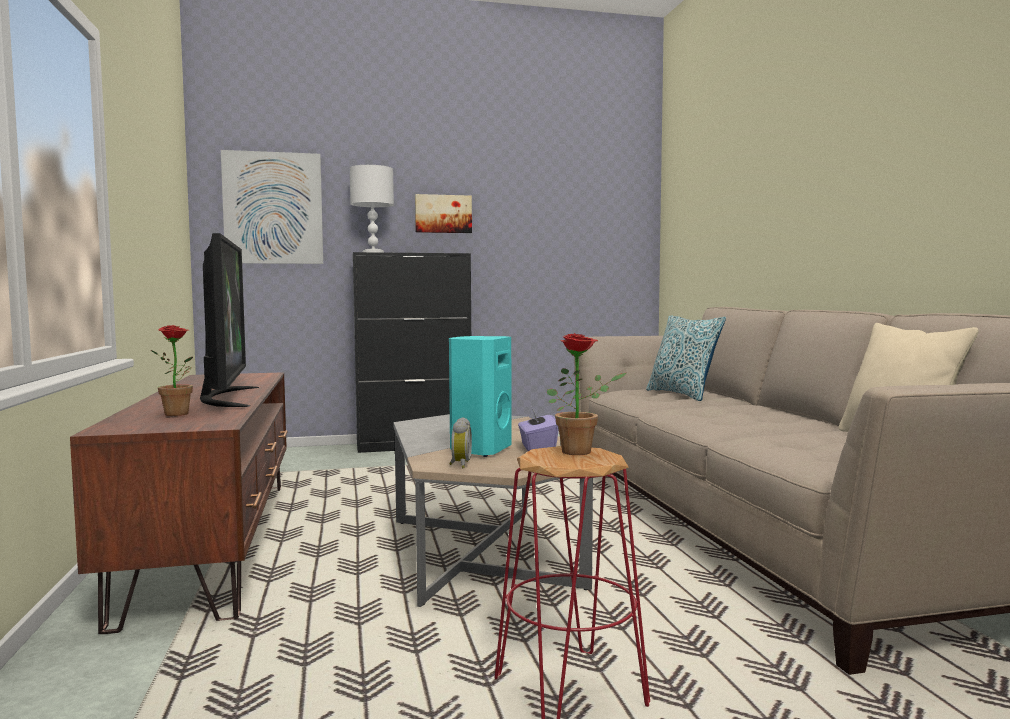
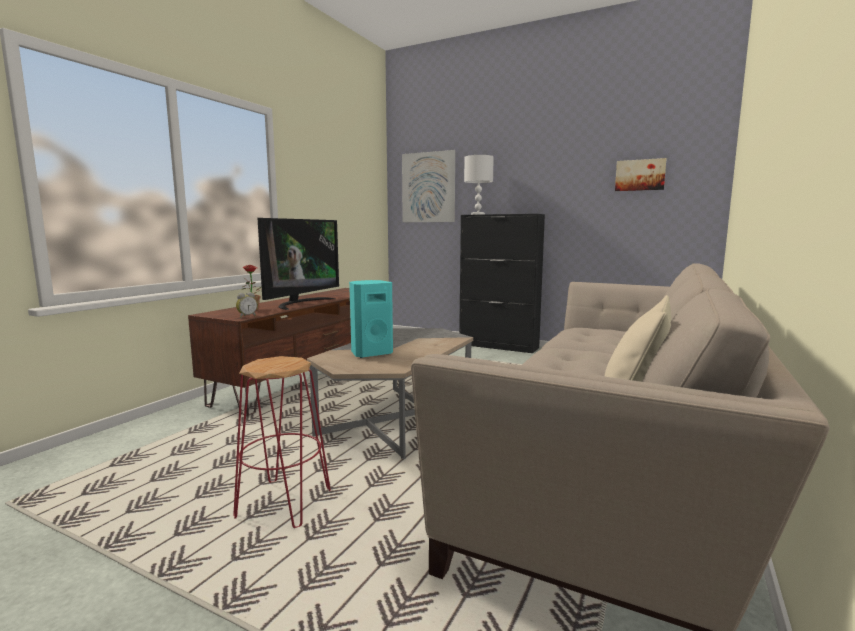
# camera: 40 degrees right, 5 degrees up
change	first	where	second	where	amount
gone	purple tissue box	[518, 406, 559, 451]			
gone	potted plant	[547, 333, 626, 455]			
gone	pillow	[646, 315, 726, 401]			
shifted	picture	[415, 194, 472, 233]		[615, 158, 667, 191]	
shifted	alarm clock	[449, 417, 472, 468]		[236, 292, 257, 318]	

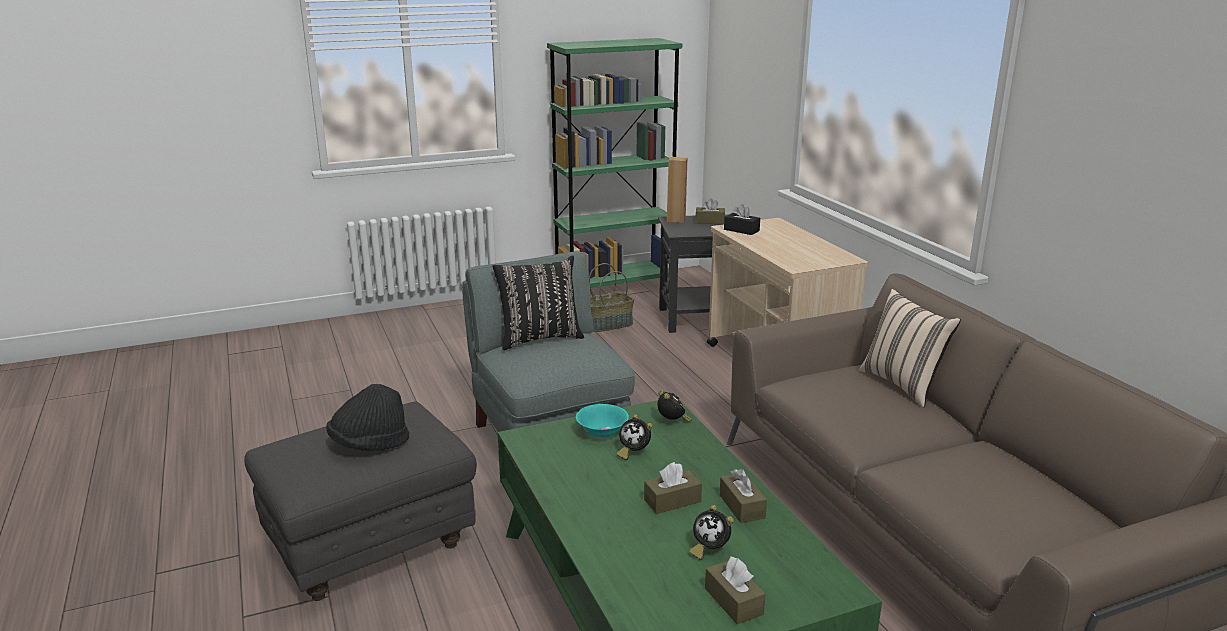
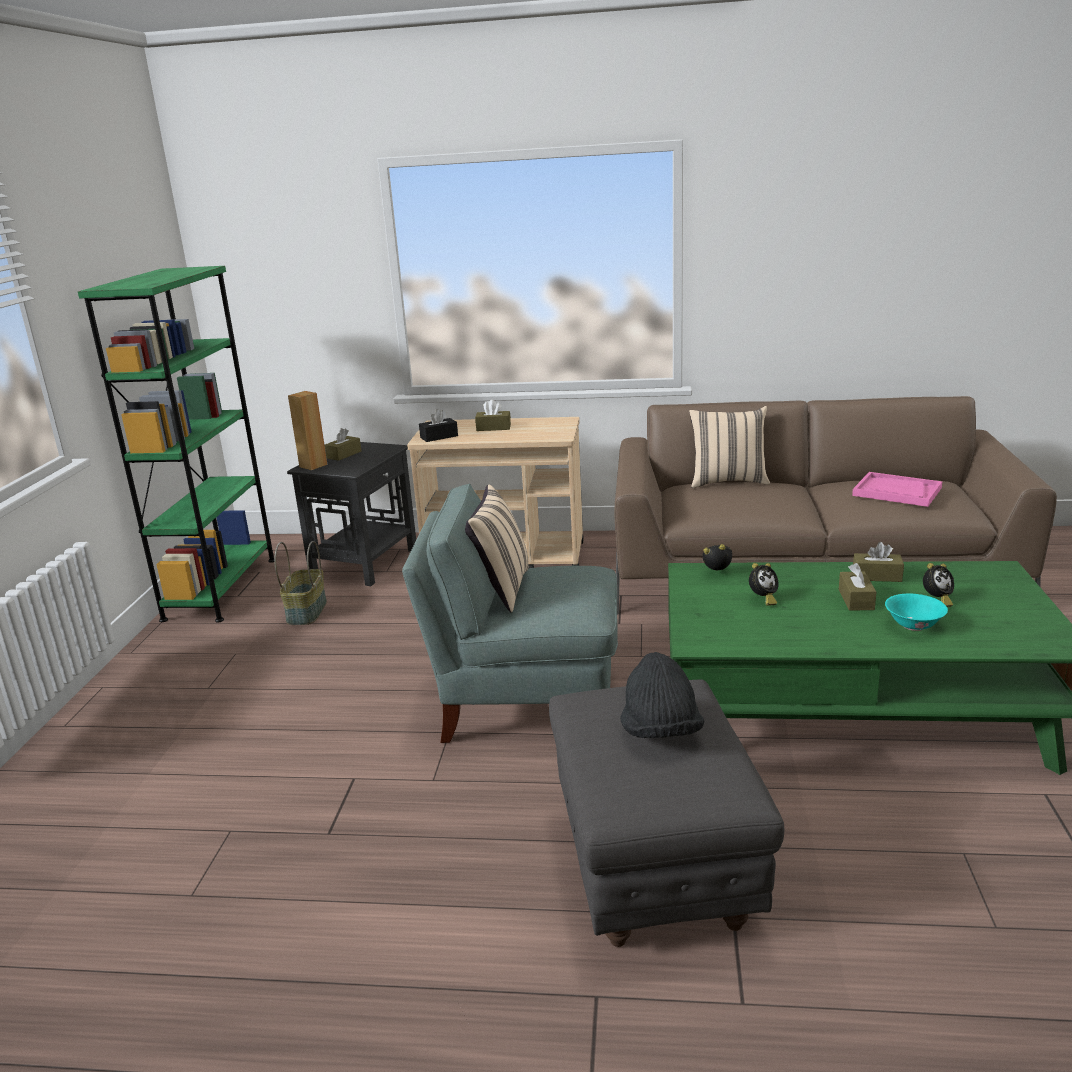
# camera: 60 degrees left, 0 degrees up
change	first	where	second	where	amount
new			pink tray	[852, 472, 942, 507]	
shifted	turquoise bowl	[576, 404, 629, 439]		[885, 594, 948, 631]	
shifted	brown tissue box	[705, 556, 766, 624]		[475, 400, 511, 431]	
repainted	black pillow	[492, 255, 584, 350]	beige pillow	[465, 485, 528, 613]	

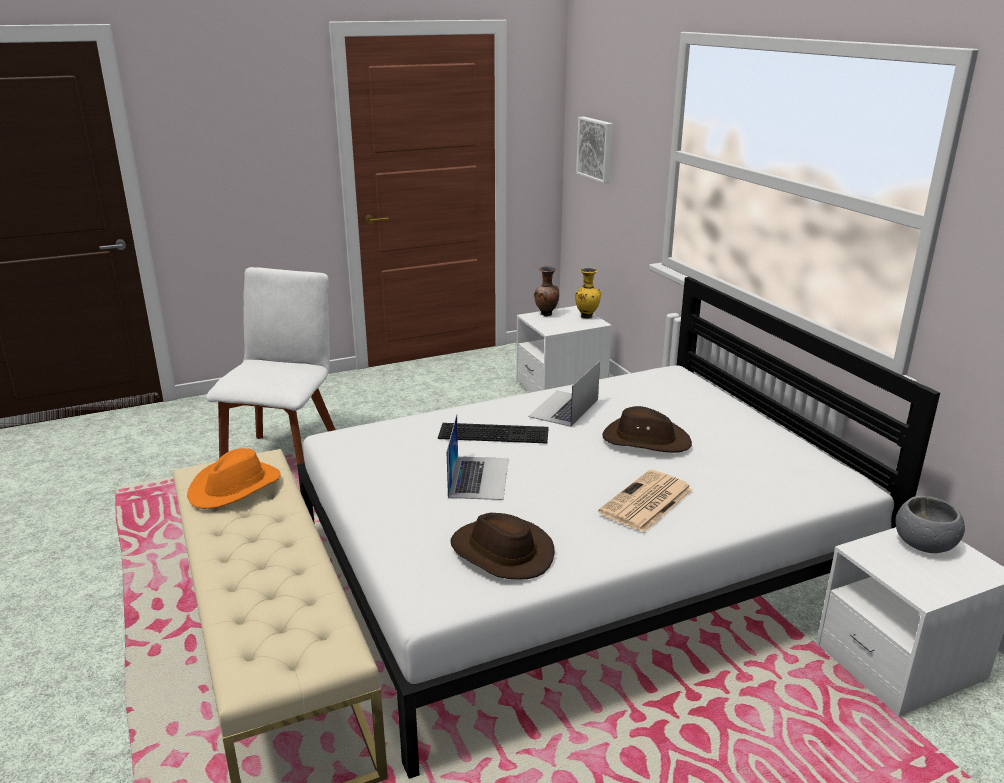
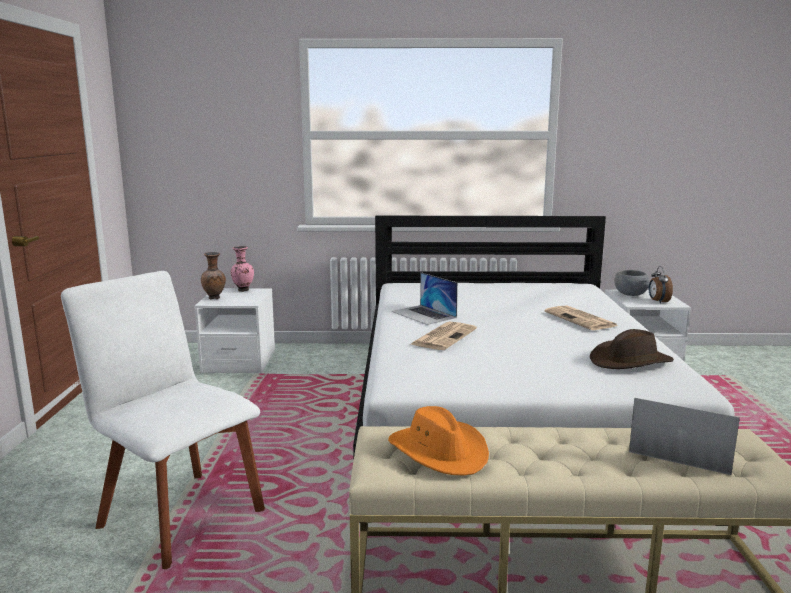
# camera: 65 degrees left, 10 degrees down
change	first	where	second	where	amount
gone	picture	[576, 117, 613, 183]			
gone	brown hat	[602, 406, 692, 452]			
new			alarm clock	[649, 266, 673, 304]	
shifted	laptop	[447, 414, 509, 500]		[629, 398, 740, 475]	
swapped	keyboard	[438, 423, 549, 443]	newspaper	[411, 322, 477, 350]	
repainted	yellow vase	[575, 268, 601, 319]	pink vase	[230, 246, 254, 292]	

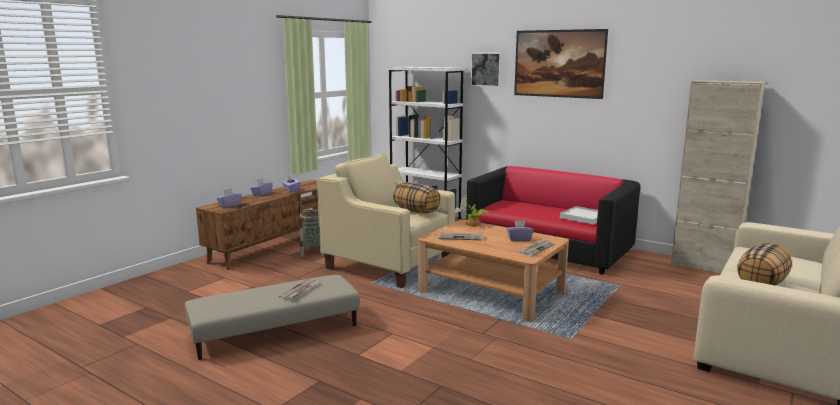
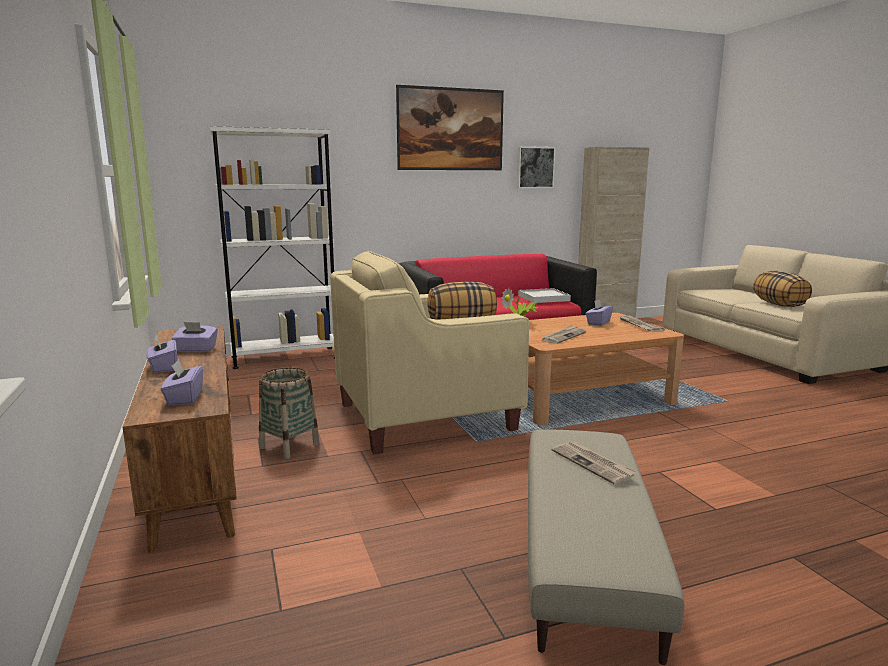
# camera: 55 degrees left, 0 degrees up
change	first	where	second	where	amount
shifted	picture	[470, 53, 502, 87]		[516, 146, 556, 188]	

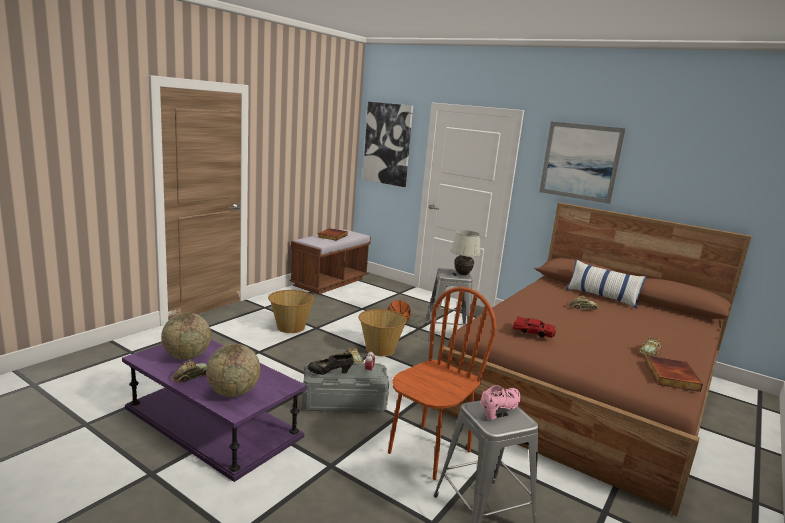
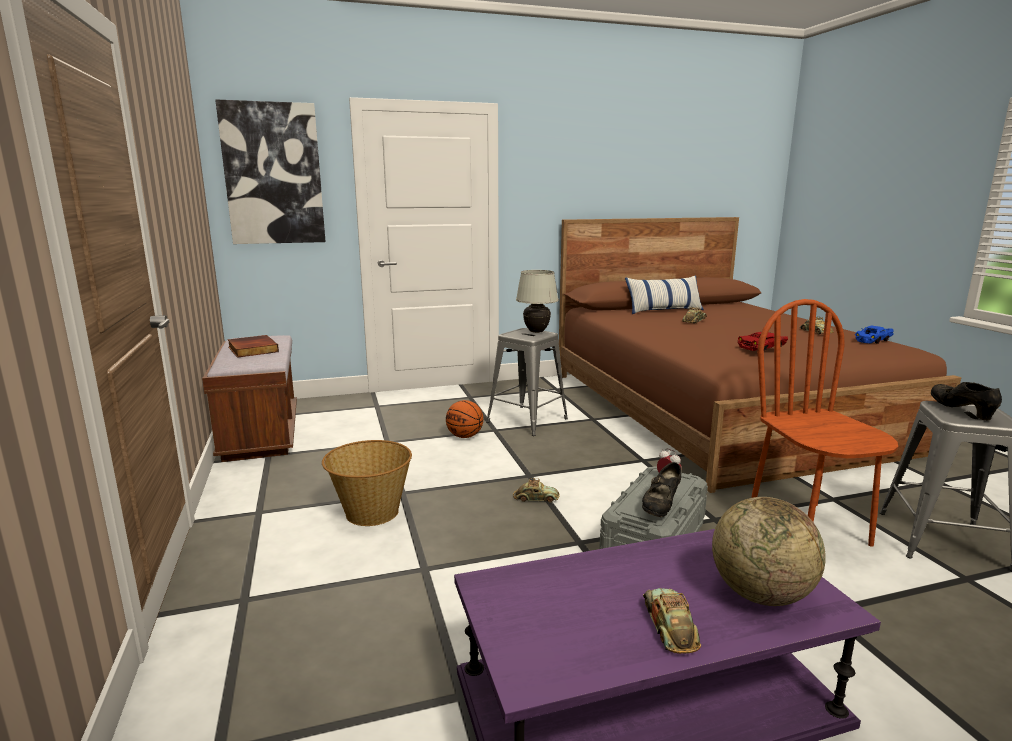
# camera: 50 degrees left, 0 degrees up
change	first	where	second	where	amount
gone	globe	[161, 313, 211, 360]			
gone	basket	[359, 309, 407, 356]			
gone	picture	[539, 121, 626, 204]			
swapped	book	[645, 356, 703, 392]	blue toy car	[855, 325, 894, 344]	
repainted	pink shoe	[481, 386, 521, 420]	black shoe	[931, 382, 1002, 421]	

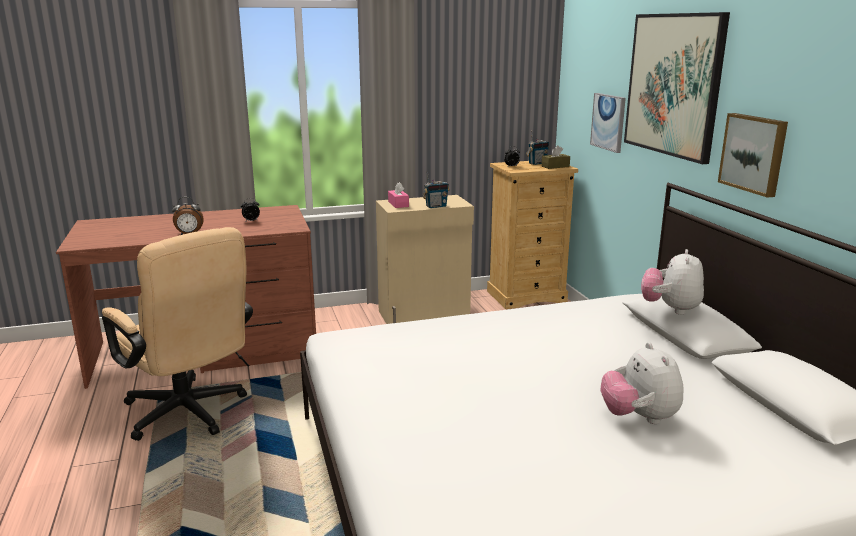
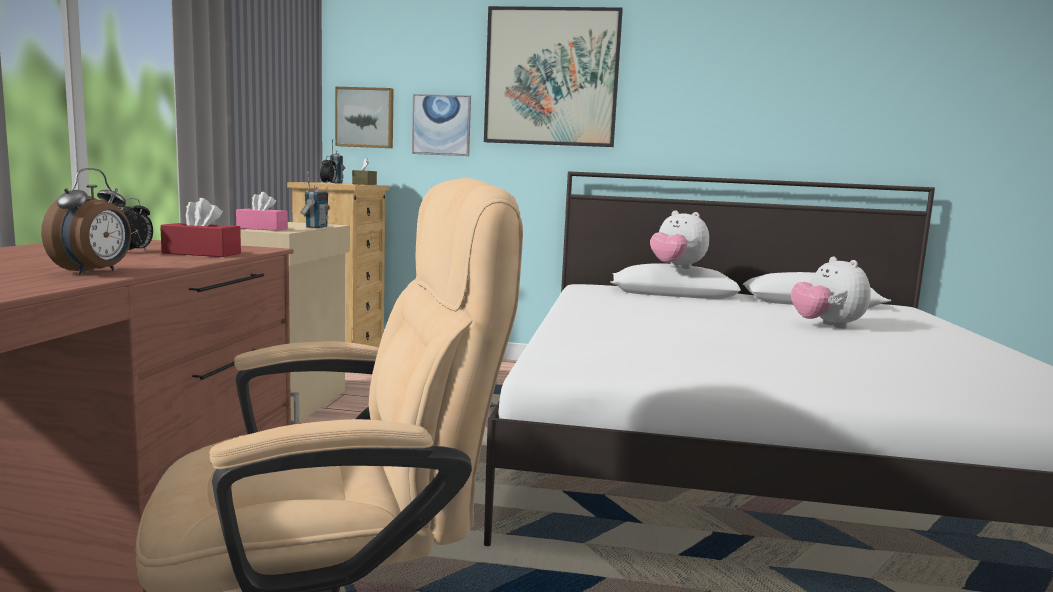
# camera: 65 degrees left, 10 degrees down
change	first	where	second	where	amount
new			red tissue box	[160, 198, 241, 257]	
shifted	picture	[718, 113, 788, 198]		[335, 87, 393, 148]	
rotated	plush toy	[600, 342, 684, 424]		[791, 257, 871, 329]	60 degrees clockwise

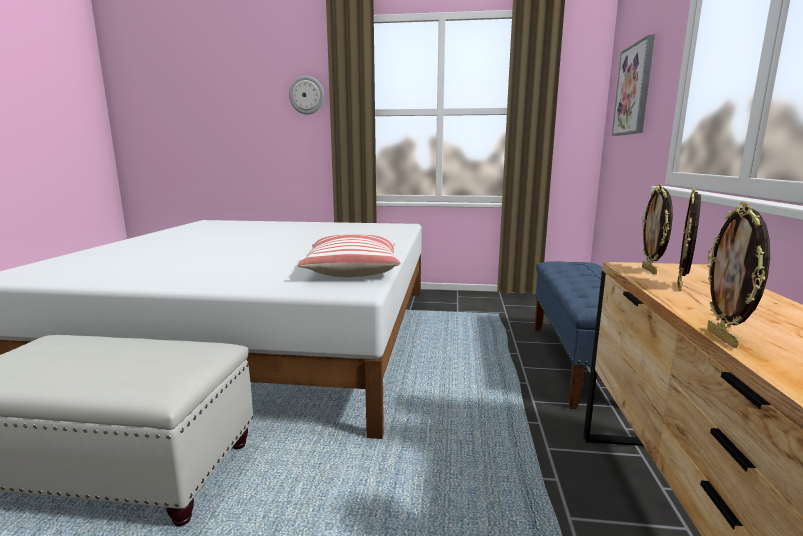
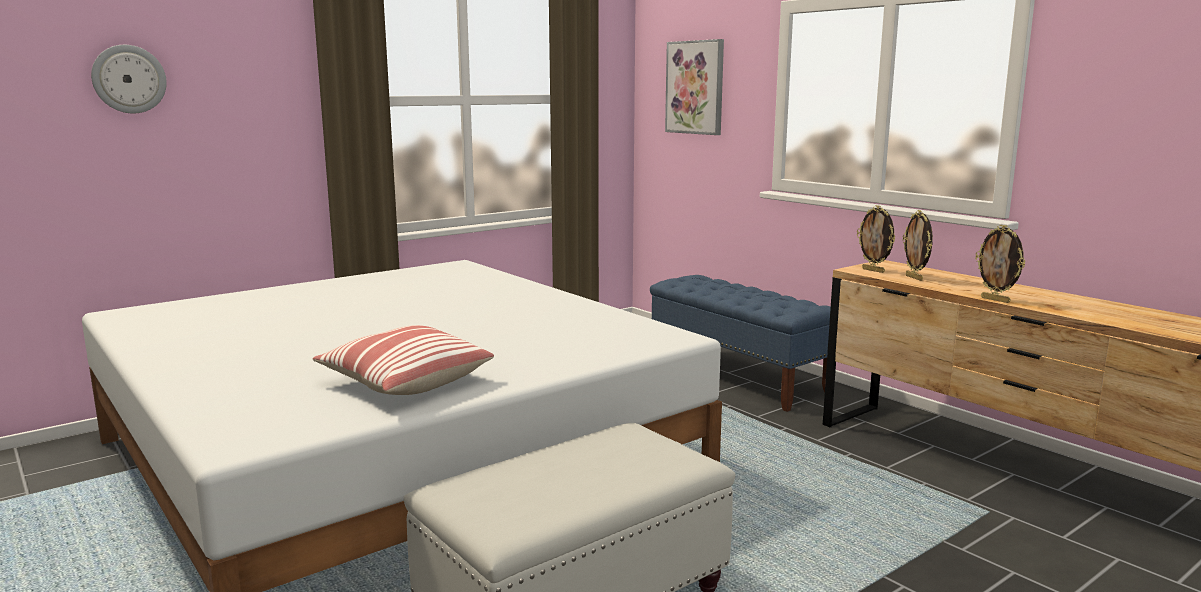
# camera: 45 degrees left, 0 degrees up
change	first	where	second	where	amount
shifted	wall clock	[289, 76, 324, 114]		[91, 45, 167, 113]	
shifted	pillow	[298, 235, 400, 277]		[312, 325, 494, 395]	

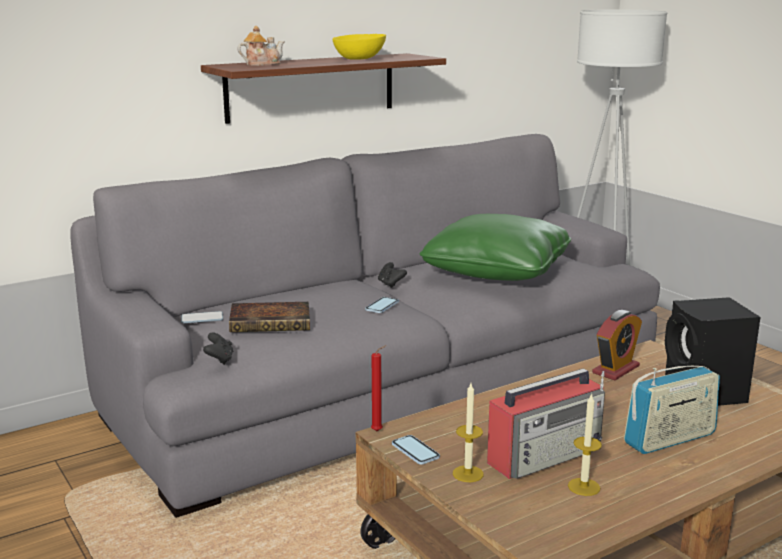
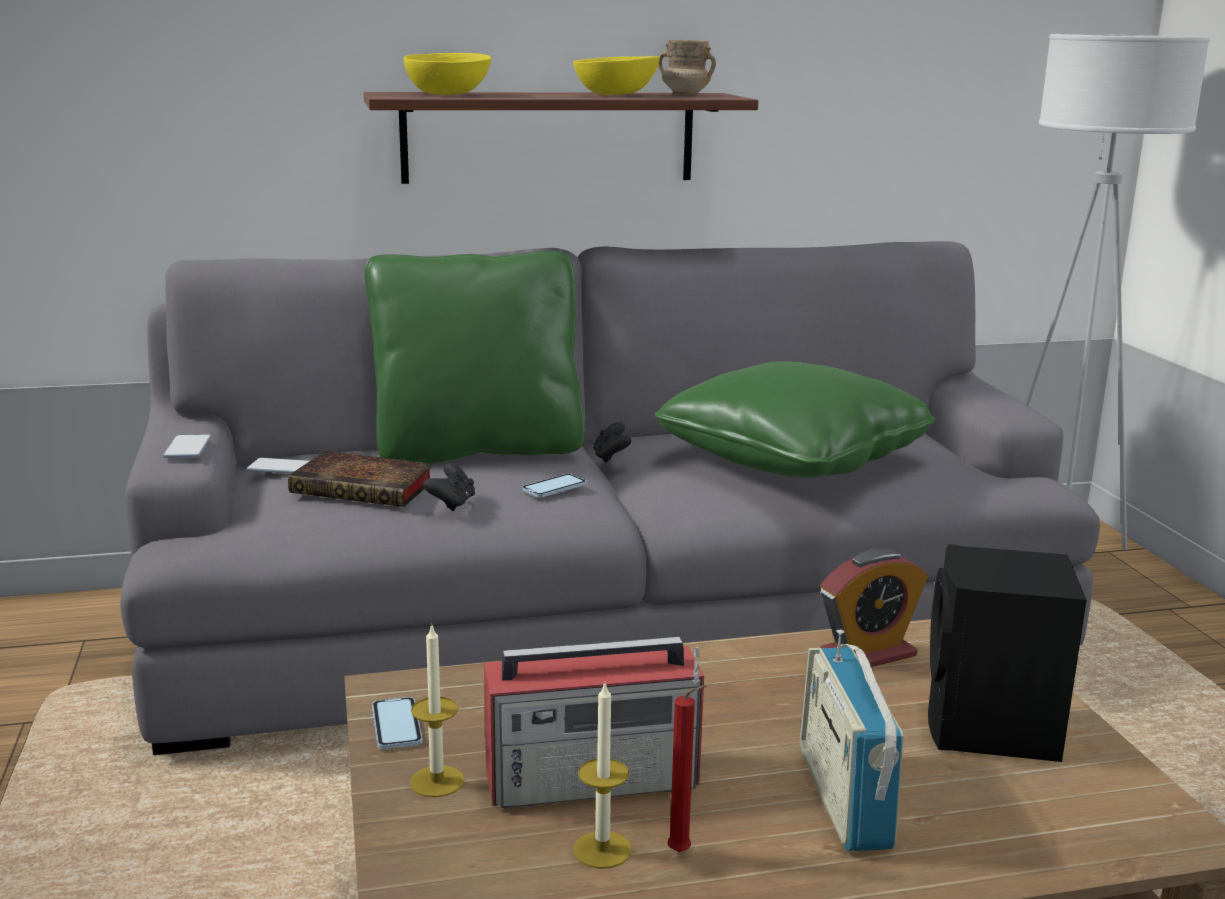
# camera: 20 degrees right, 0 degrees up
change	first	where	second	where	amount
new			phone	[163, 434, 211, 458]	
new			green pillow	[365, 251, 585, 463]	
new			beige mug	[658, 40, 716, 95]	
shifted	black game controller	[203, 332, 233, 365]		[423, 463, 475, 511]	
shifted	red candle	[371, 345, 387, 431]		[668, 685, 706, 852]	
swapped	teapot	[237, 26, 285, 66]	yellow bowl	[404, 53, 491, 95]	
rotated	radio	[624, 366, 720, 454]		[800, 630, 904, 851]	90 degrees clockwise

